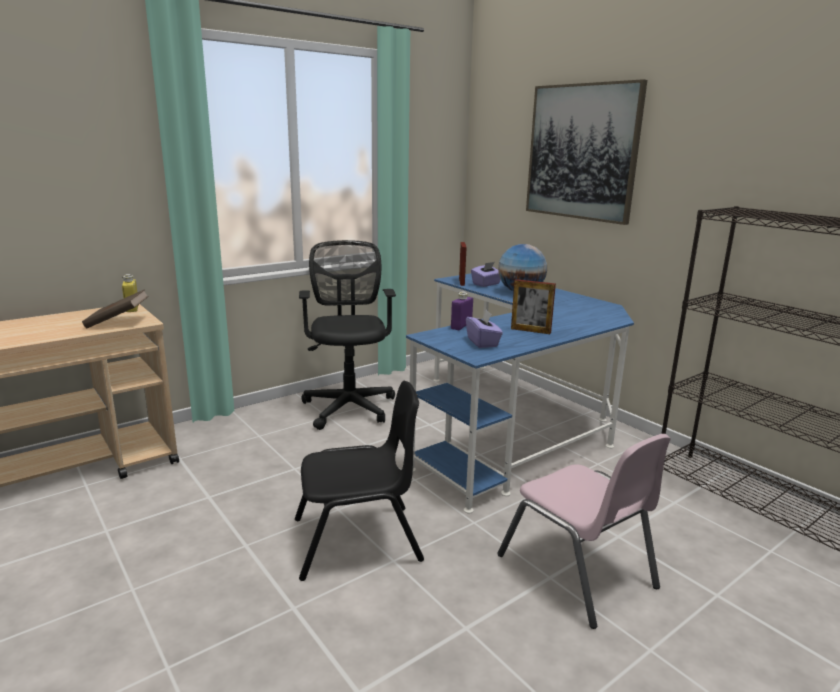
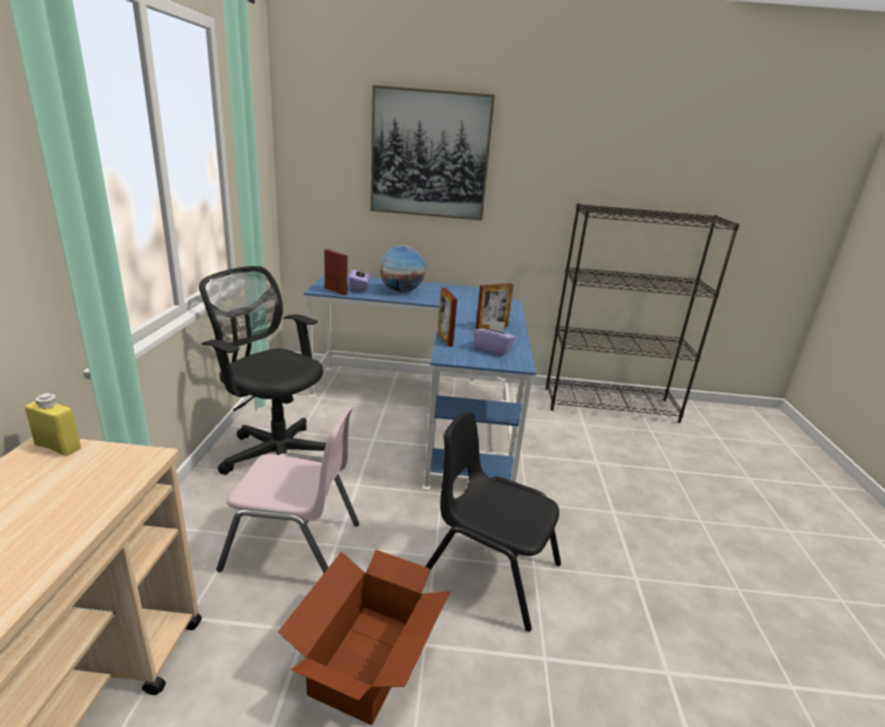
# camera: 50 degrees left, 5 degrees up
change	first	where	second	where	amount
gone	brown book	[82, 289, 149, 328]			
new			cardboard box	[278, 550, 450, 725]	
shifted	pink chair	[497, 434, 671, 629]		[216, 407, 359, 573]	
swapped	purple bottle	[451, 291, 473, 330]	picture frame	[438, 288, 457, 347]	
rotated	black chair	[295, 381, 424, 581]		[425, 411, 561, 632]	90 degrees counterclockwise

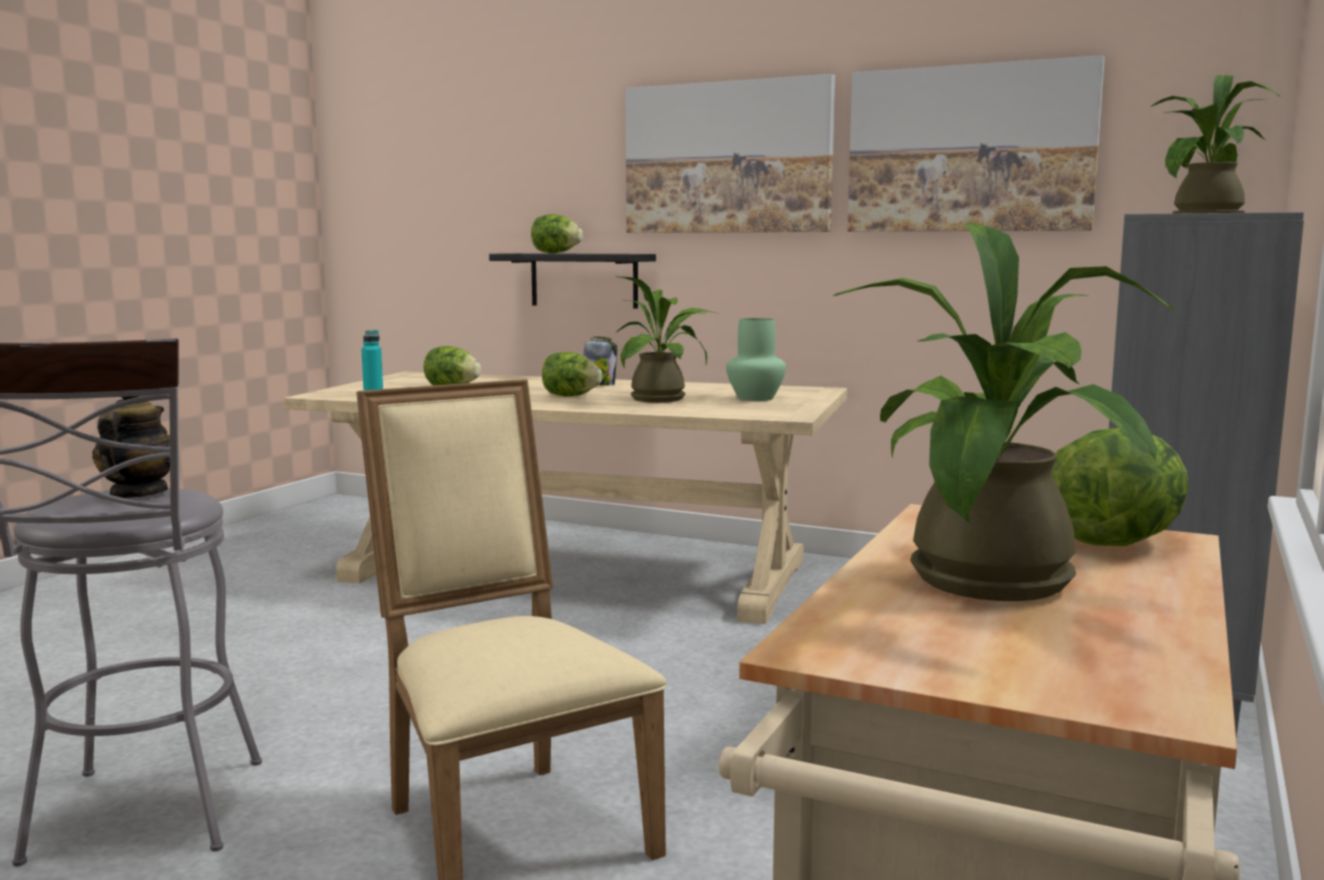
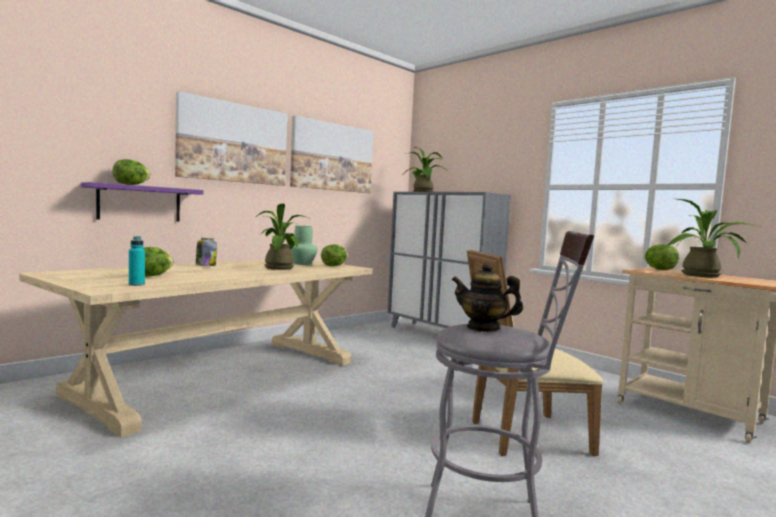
# camera: 70 degrees left, 5 degrees down
change	first	where	second	where	amount
shifted	lettuce	[542, 352, 603, 397]		[321, 244, 347, 266]	
repainted	black shelf	[489, 253, 656, 308]	purple shelf	[81, 182, 204, 221]	

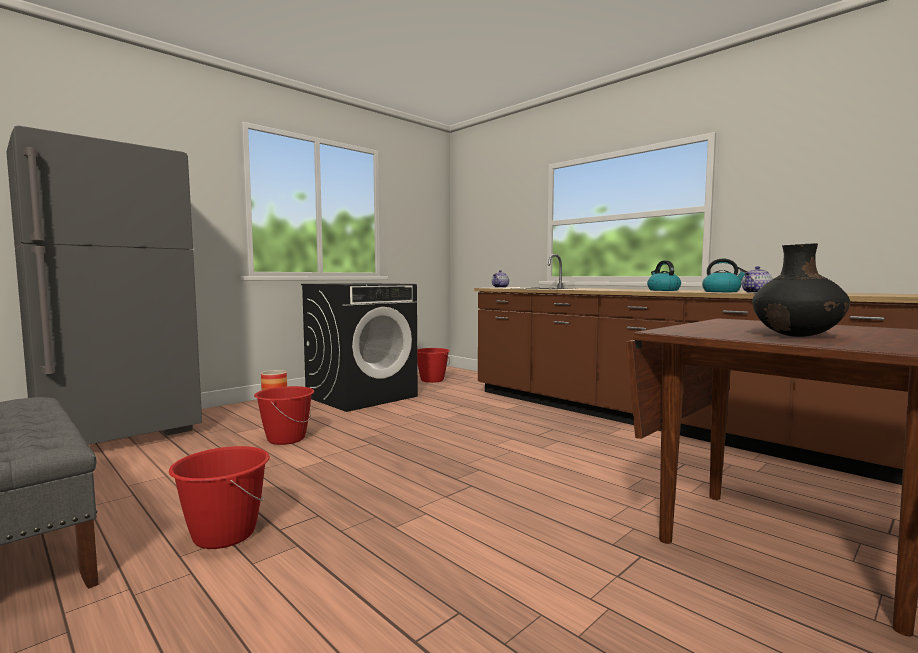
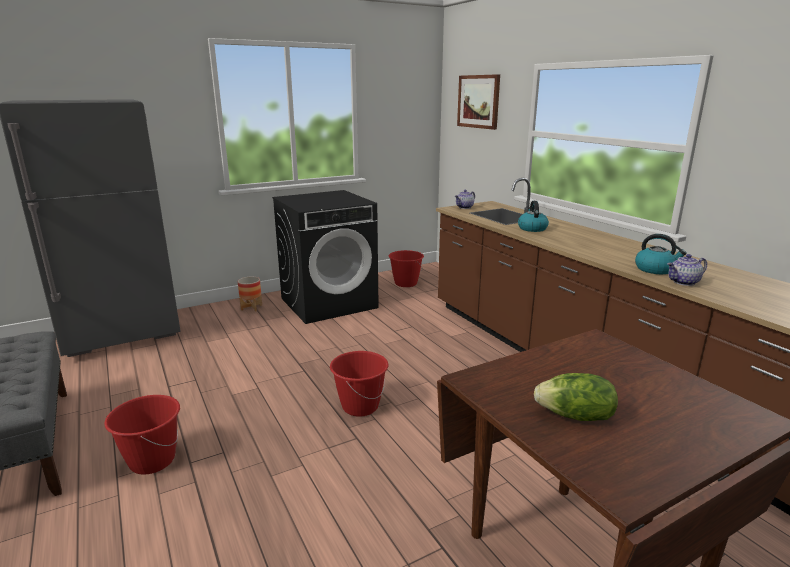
# camera: 15 degrees right, 15 degrees up
change	first	where	second	where	amount
new			picture	[457, 74, 500, 130]	
shifted	red bucket	[254, 386, 314, 445]		[330, 351, 388, 417]	
shifted	kettle	[647, 260, 681, 291]		[518, 201, 549, 232]	
swapped	black vase	[752, 243, 851, 337]	lettuce	[534, 373, 618, 421]	

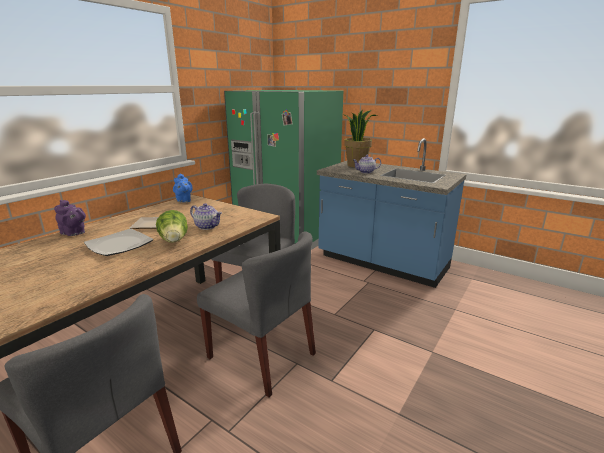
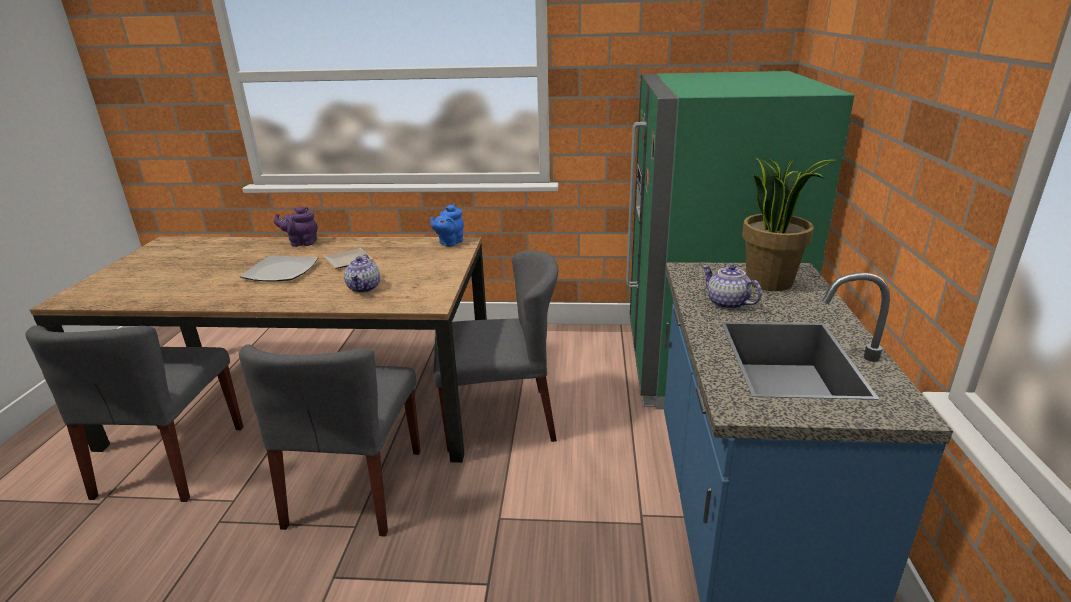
# camera: 60 degrees right, 5 degrees up
change	first	where	second	where	amount
gone	lettuce	[156, 210, 188, 243]			
rotated	purple teapot	[54, 200, 86, 236]		[274, 207, 318, 247]	90 degrees clockwise

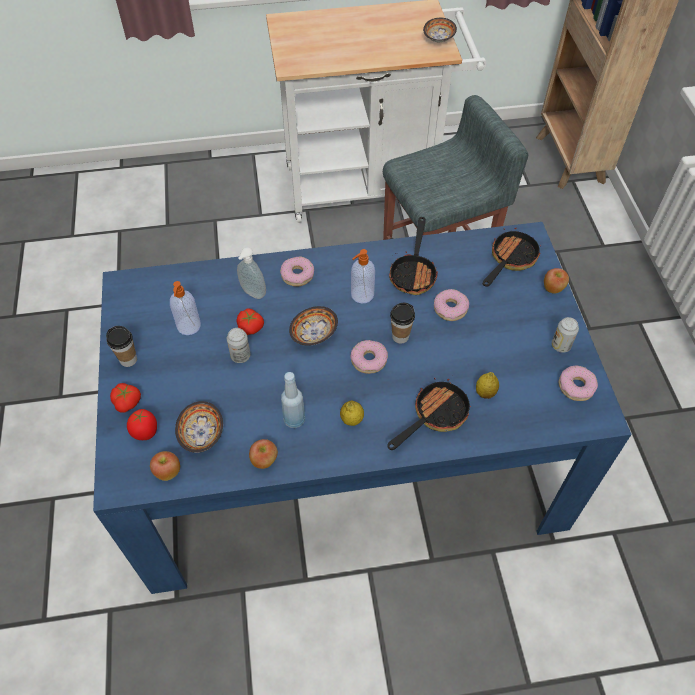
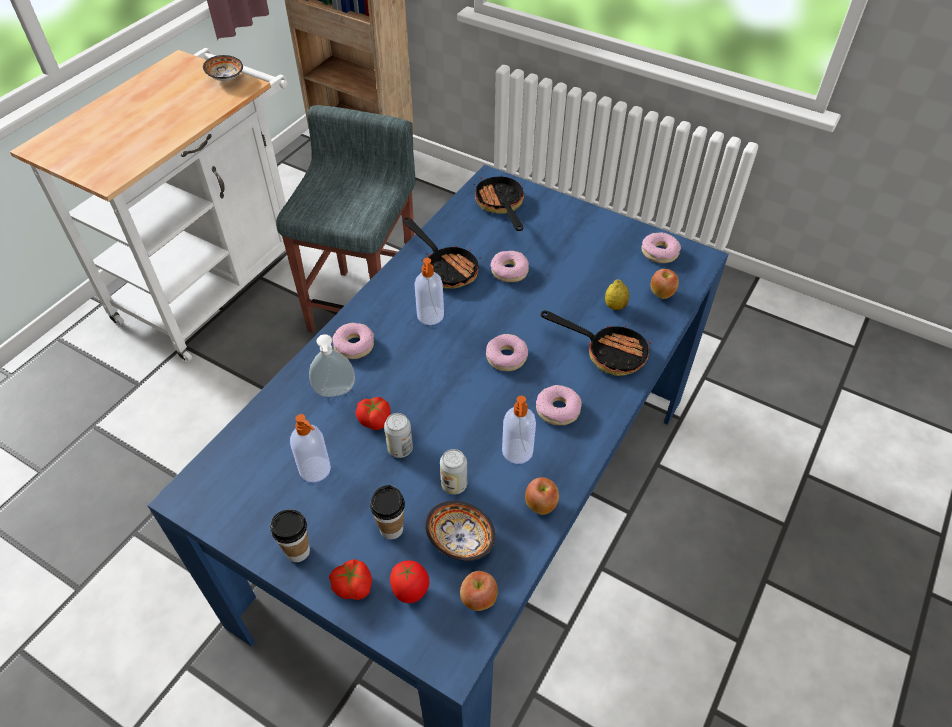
# camera: 50 degrees left, 5 degrees down
change	first	where	second	where	amount
gone	bowl	[289, 306, 338, 346]			
shifted	cup	[390, 302, 415, 344]		[370, 485, 405, 540]	
shifted	apple	[544, 268, 569, 294]		[651, 269, 679, 299]	
shifted	can	[552, 317, 579, 353]		[440, 449, 467, 495]	
swapped	blue bottle	[281, 372, 305, 428]	soap dispenser	[502, 396, 536, 464]	
swapped	lemon	[340, 401, 364, 426]	donut	[536, 385, 582, 425]	
rotated	frying pan	[387, 378, 471, 450]		[541, 311, 651, 376]	120 degrees clockwise

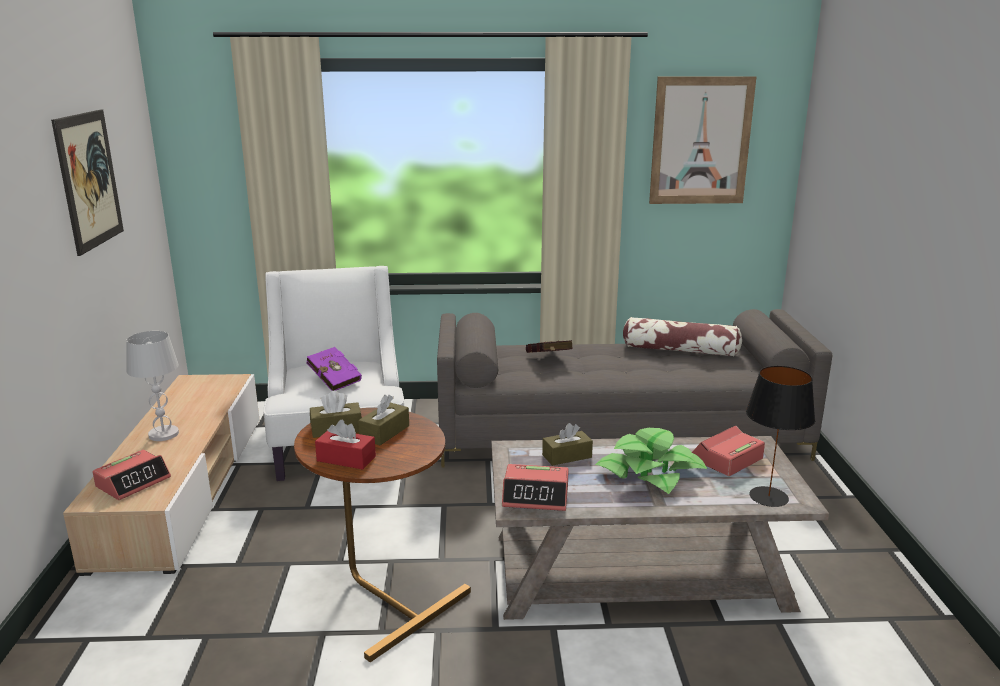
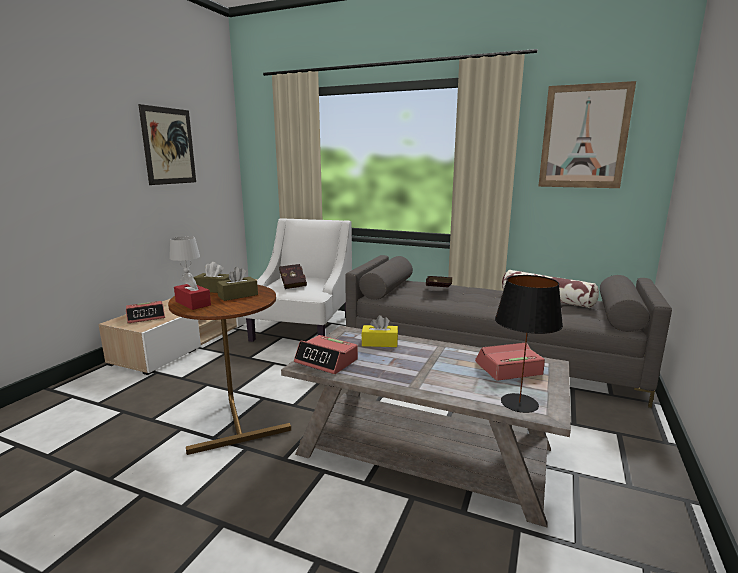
# camera: 25 degrees right, 5 degrees down
change	first	where	second	where	amount
gone	potted plant	[595, 428, 707, 494]			
repainted	purple book	[307, 347, 362, 391]	red book	[279, 264, 307, 289]	
repainted	brown tissue box	[542, 423, 593, 466]	yellow tissue box	[361, 315, 398, 347]	

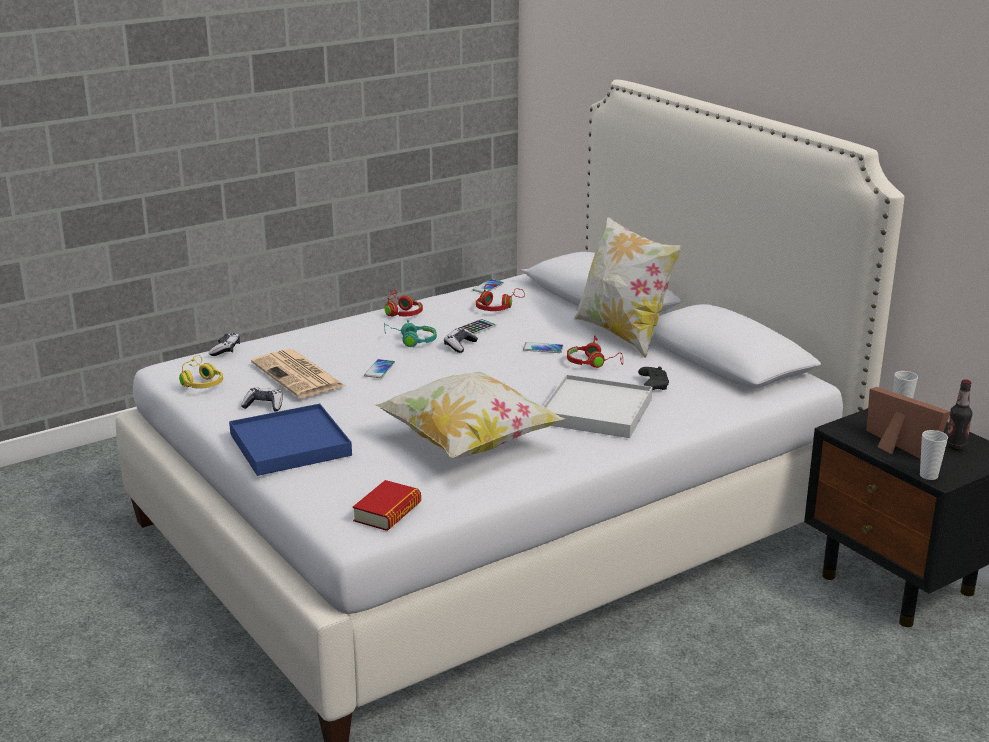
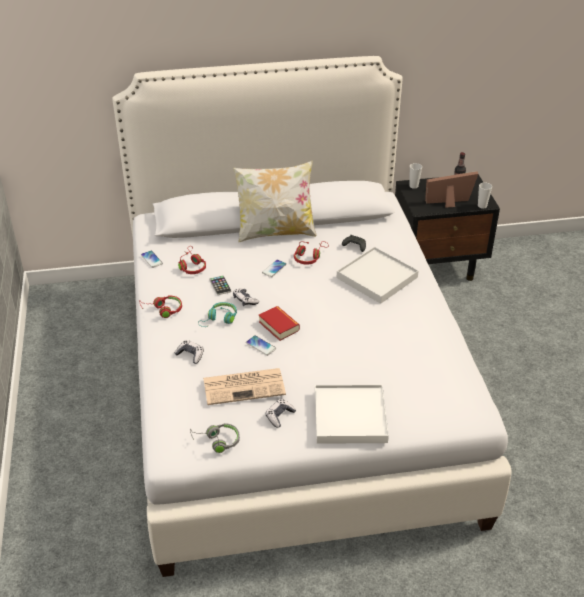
# camera: 65 degrees left, 15 degrees up
change	first	where	second	where	amount
gone	pillow	[375, 372, 565, 458]			
shifted	game controller	[209, 333, 240, 356]		[175, 340, 204, 364]	
shifted	book	[353, 480, 421, 531]		[259, 306, 300, 341]	
repainted	yellow headphones	[179, 355, 223, 389]	grey headphones	[190, 423, 240, 453]	
repainted	blue tray	[229, 404, 352, 476]	white tray	[315, 385, 389, 444]	

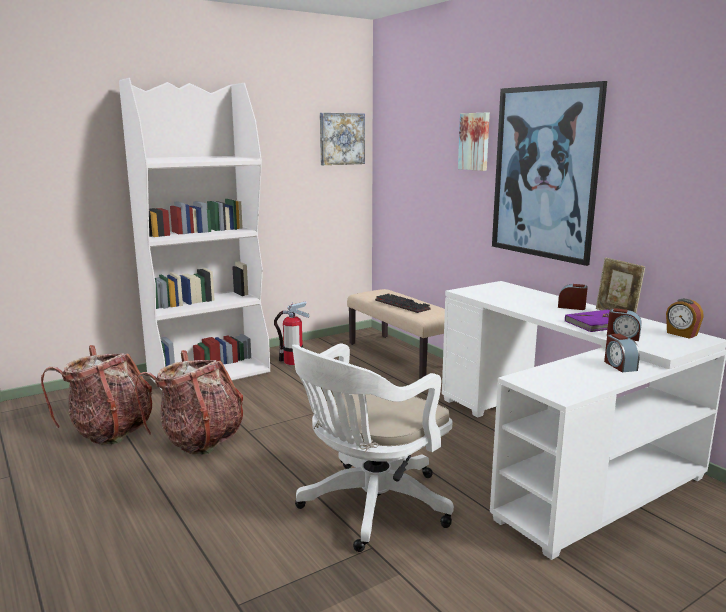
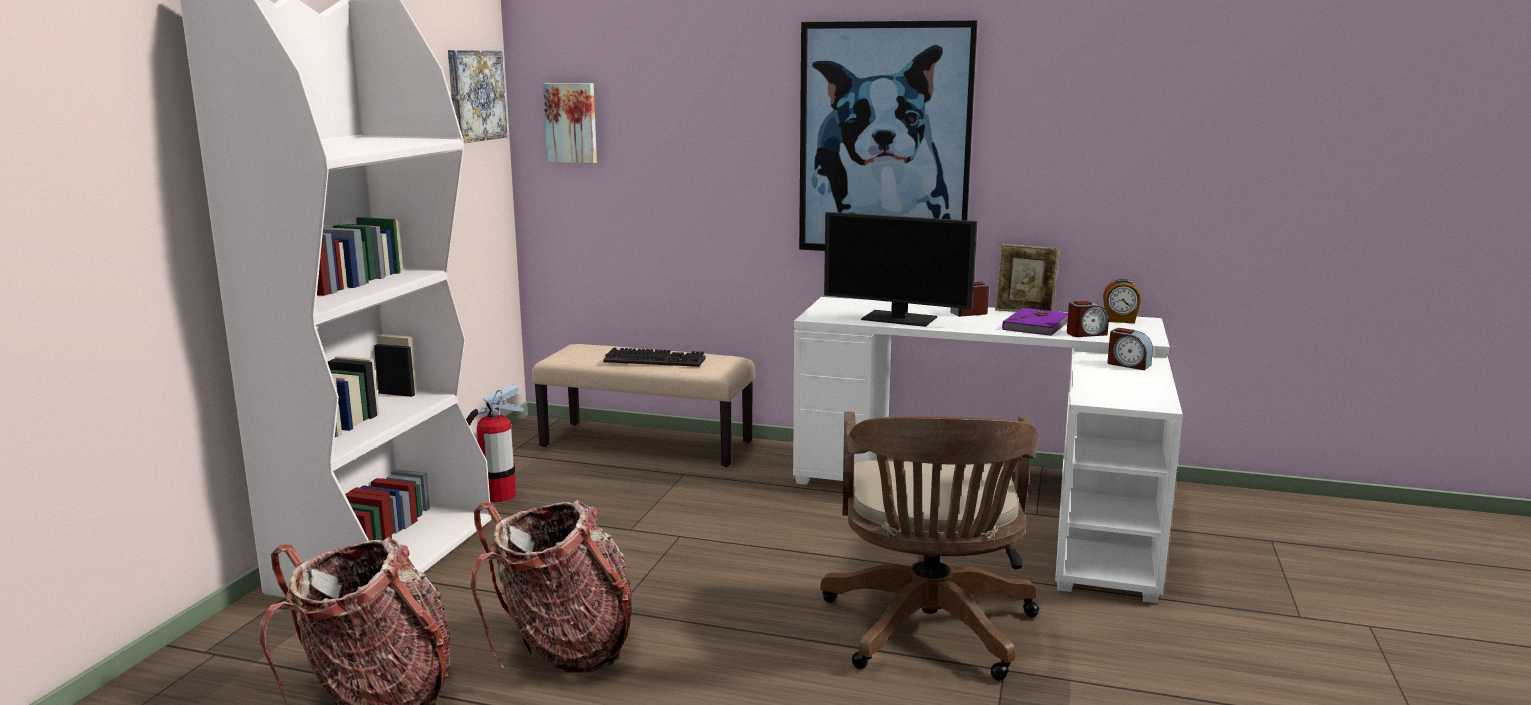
# camera: 40 degrees left, 0 degrees up
change	first	where	second	where	amount
new			monitor	[824, 212, 977, 327]	
shifted	picture	[458, 113, 490, 171]		[543, 83, 597, 163]	
repainted	white office chair	[292, 343, 454, 552]	brown office chair	[820, 412, 1039, 681]	

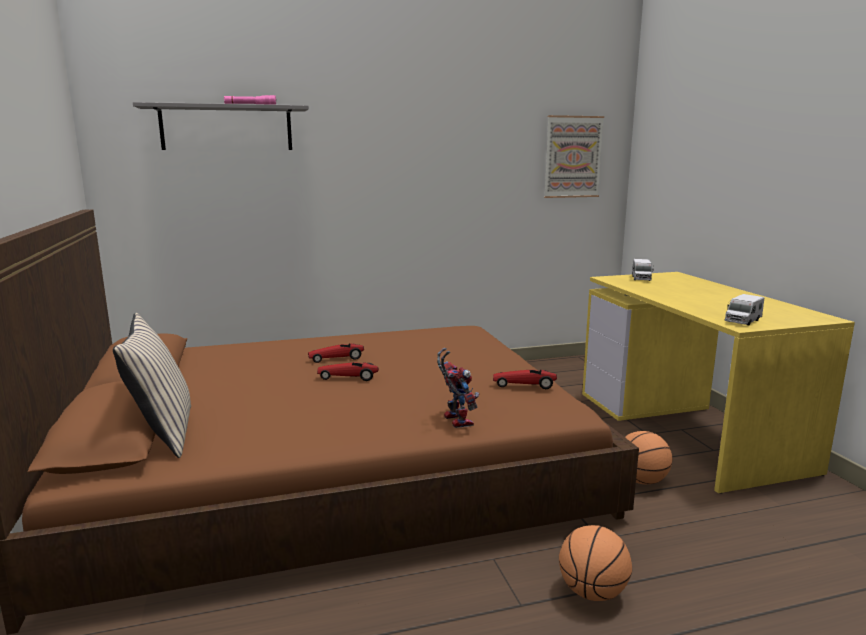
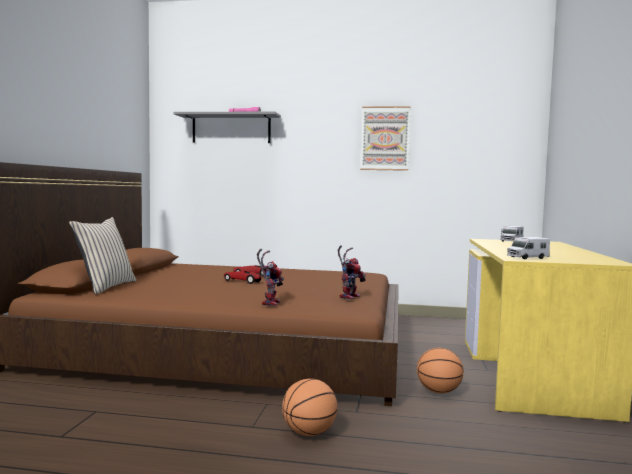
# camera: 25 degrees right, 10 degrees down
change	first	where	second	where	amount
shifted	picture	[544, 115, 604, 198]		[360, 106, 411, 171]	
swapped	toy car	[493, 370, 557, 389]	toy robot	[338, 245, 366, 300]	

